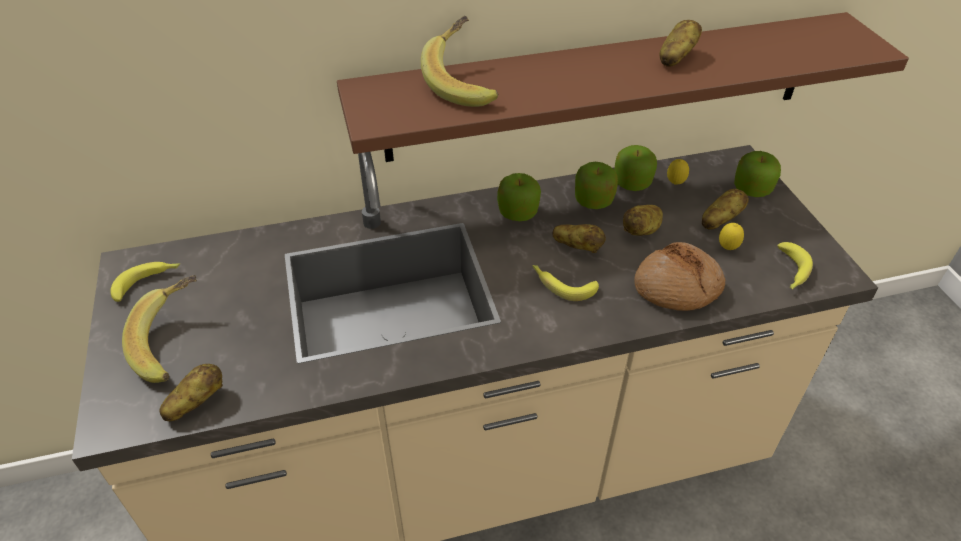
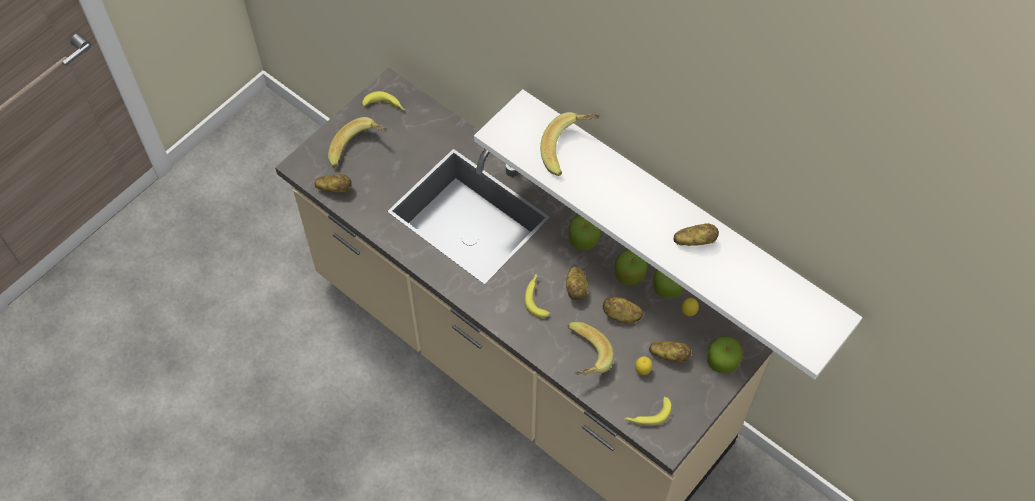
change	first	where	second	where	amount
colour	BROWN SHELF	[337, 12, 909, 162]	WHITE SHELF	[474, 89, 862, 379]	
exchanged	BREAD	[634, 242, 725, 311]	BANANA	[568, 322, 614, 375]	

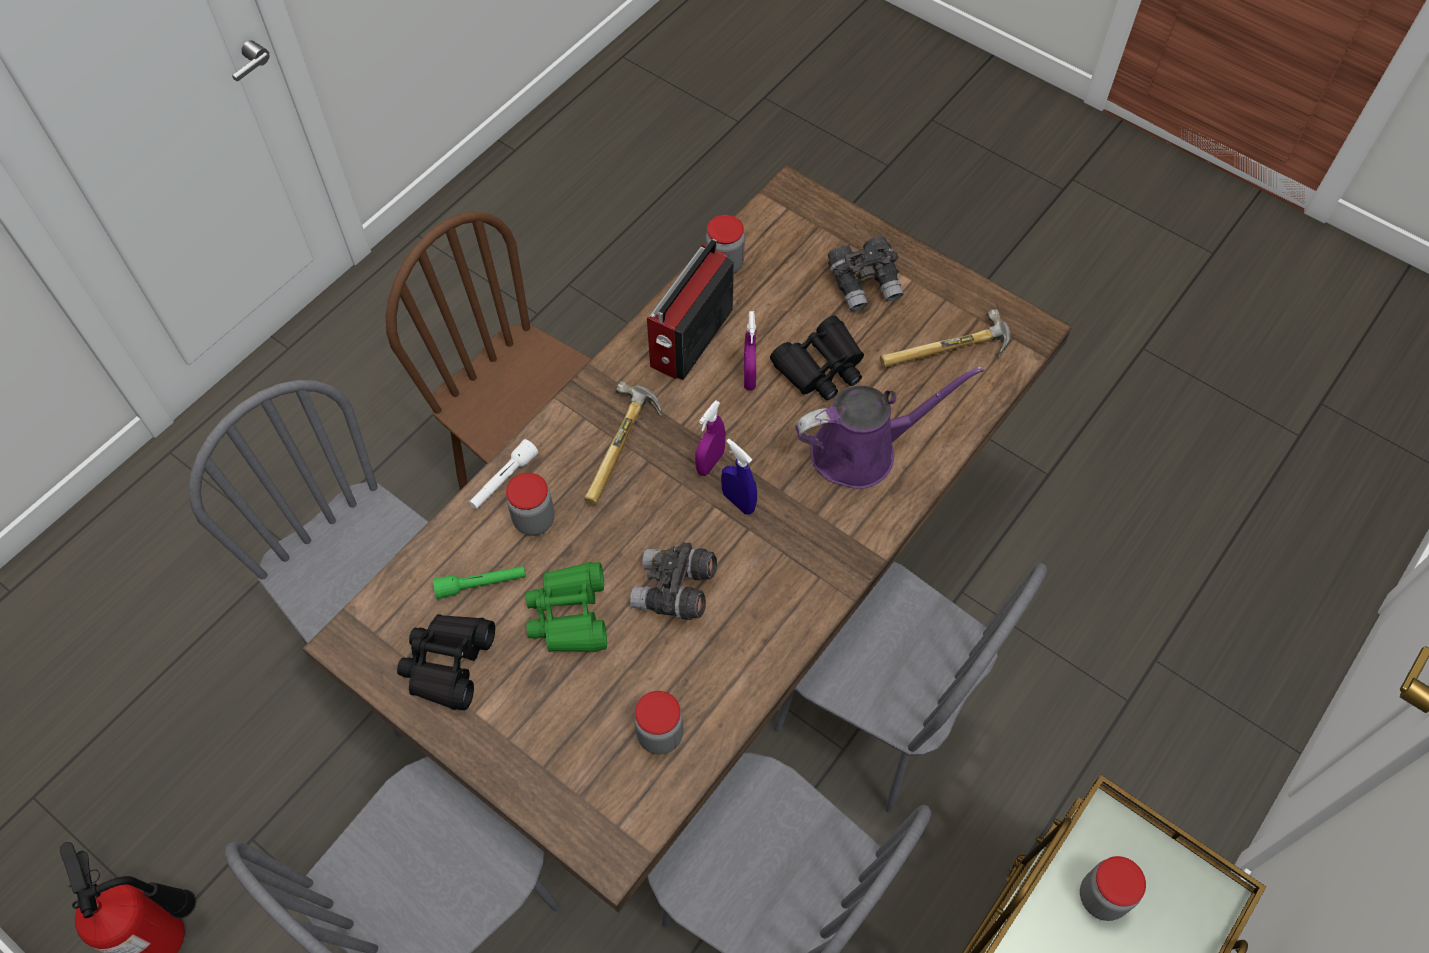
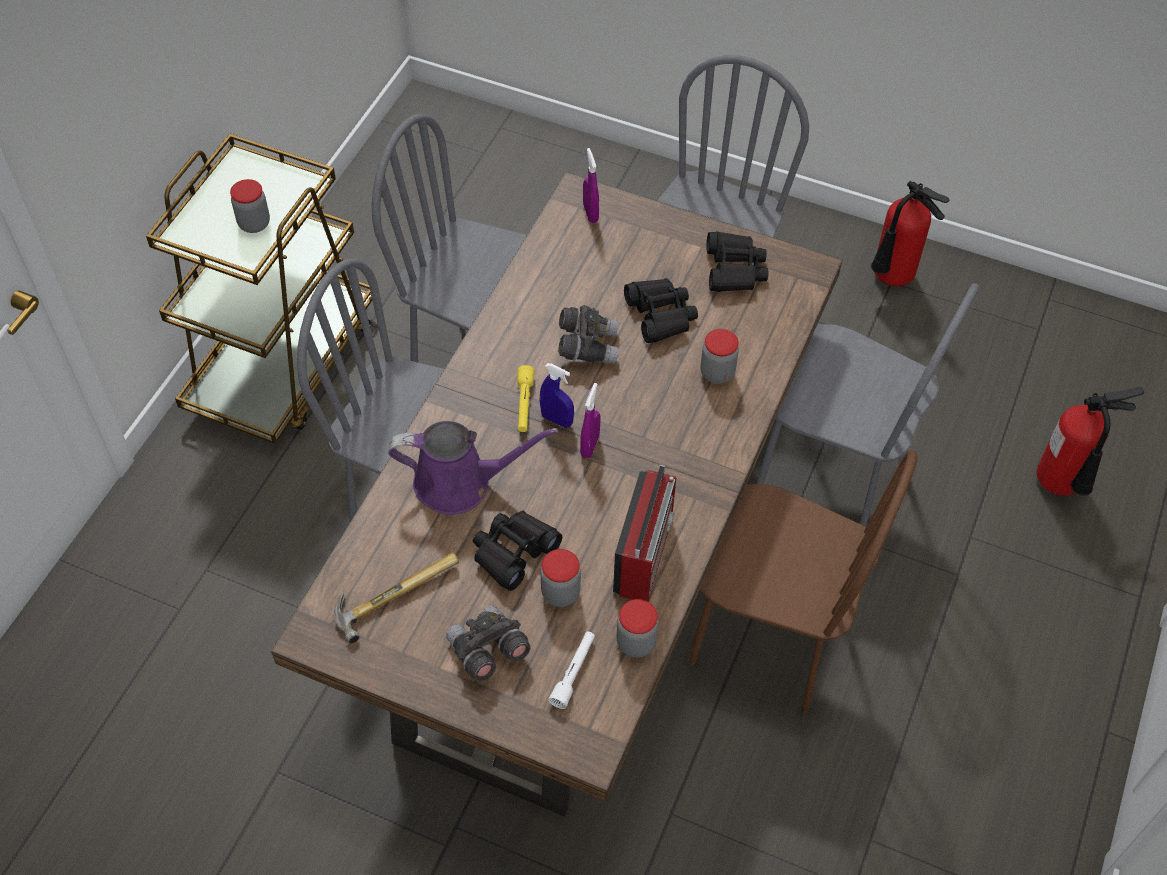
change	first	where	second	where	amount
spun	PURPLE WATERING CAN	[795, 366, 984, 489]		[388, 421, 558, 515]	150 degrees counterclockwise
appeared			YELLOW FLASHLIGHT	[517, 365, 535, 432]	
relocated	JAR	[634, 691, 683, 754]		[541, 549, 581, 607]	
relocated	WHITE FLASHLIGHT	[469, 439, 538, 509]		[548, 631, 595, 709]	
relocated	PURPLE SPRAY BOTTLE	[744, 311, 756, 391]		[583, 148, 599, 223]	
colour	GREEN BINOCULARS	[526, 562, 607, 652]	BLACK BINOCULARS	[624, 278, 698, 343]	
appeared			FIRE EXTINGUISHER	[1037, 387, 1144, 496]	
missing	GREEN FLASHLIGHT	[433, 566, 526, 599]			
missing	HAMMER	[584, 381, 662, 505]			

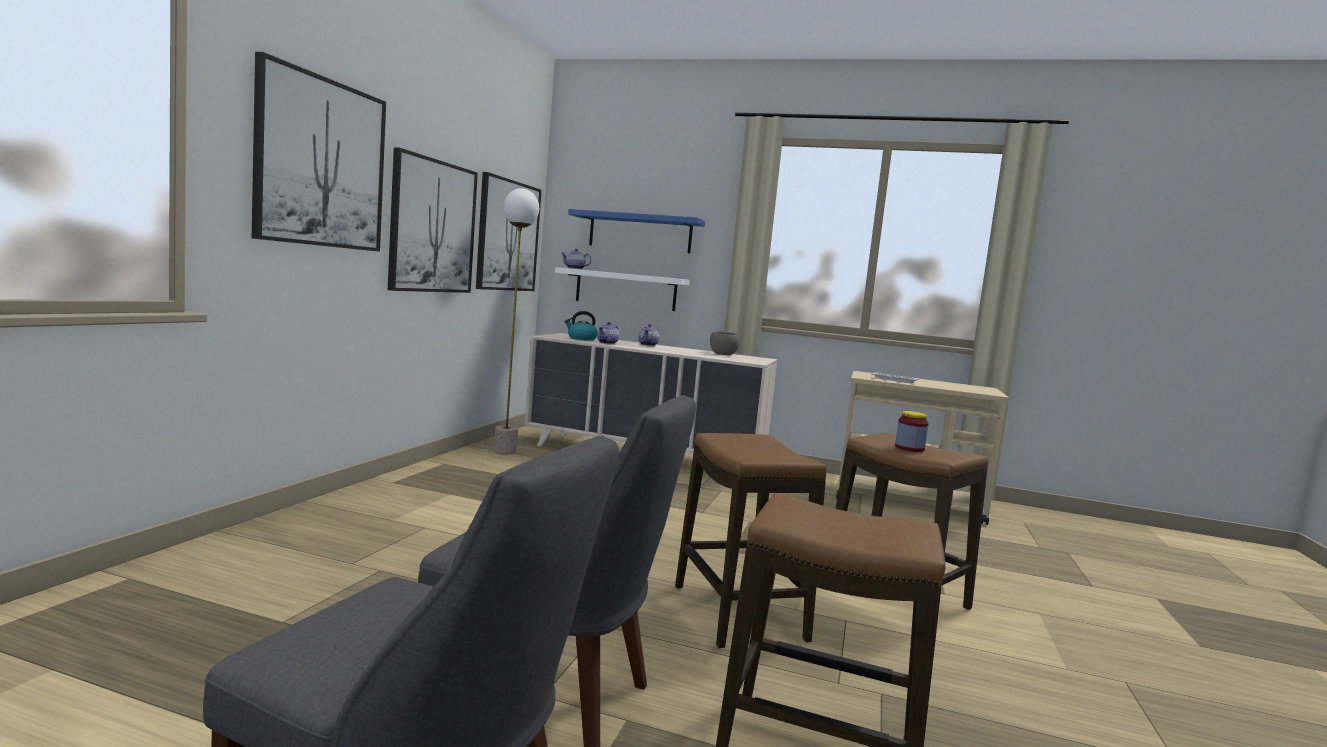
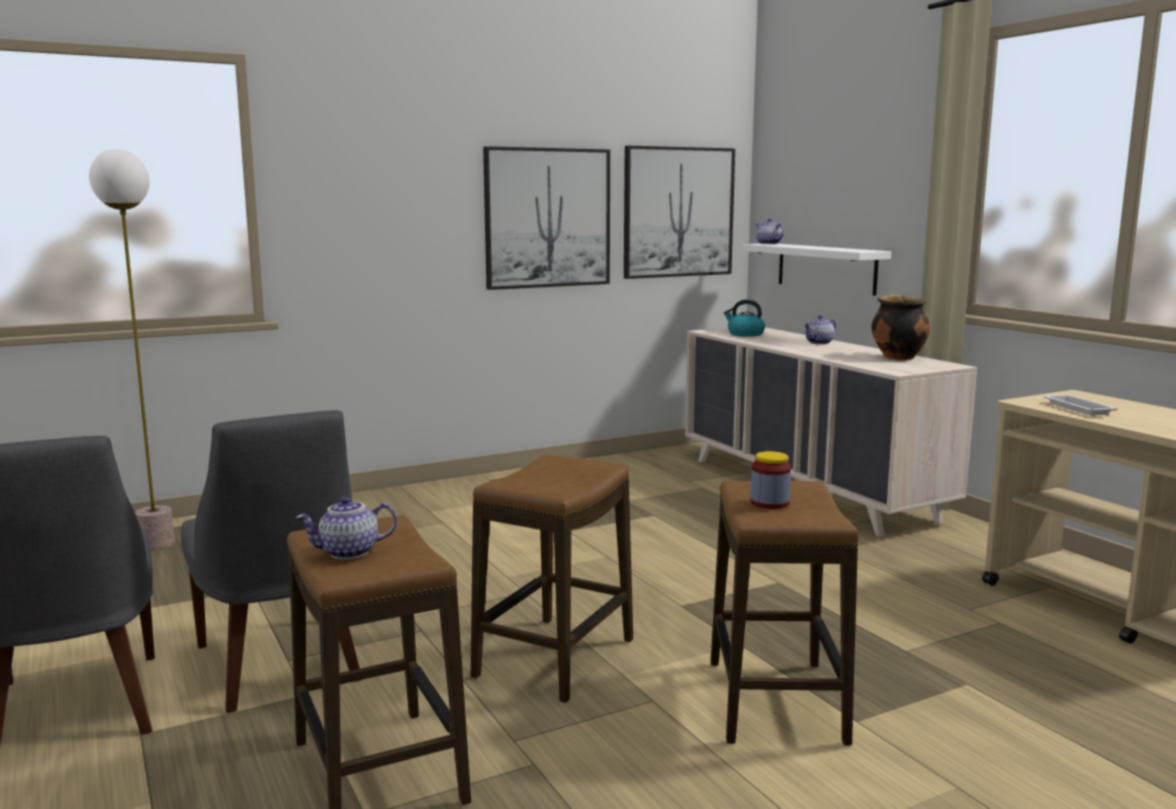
change	first	where	second	where	amount
relocated	FLOOR LAMP	[494, 188, 539, 454]		[89, 149, 175, 551]	
relocated	TEAPOT	[597, 322, 619, 344]		[296, 497, 397, 559]	
exchanged	GREY BOWL	[710, 332, 740, 355]	COOKING POT	[871, 294, 930, 360]	
missing	PICTURE	[252, 52, 386, 252]			
missing	BLUE SHELF	[568, 209, 705, 253]			

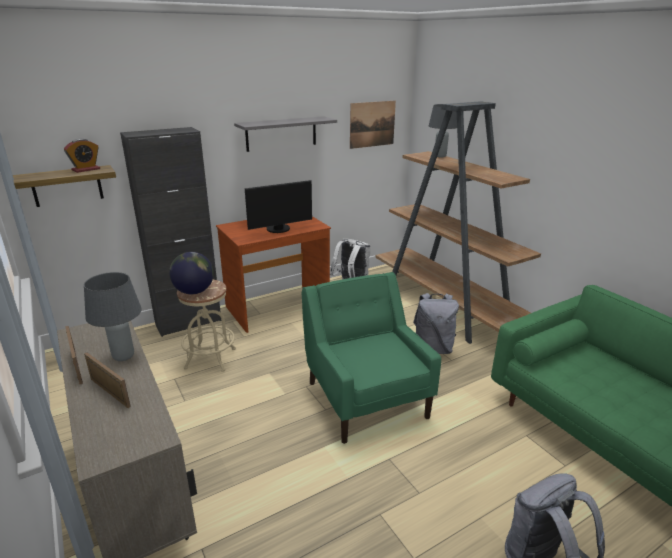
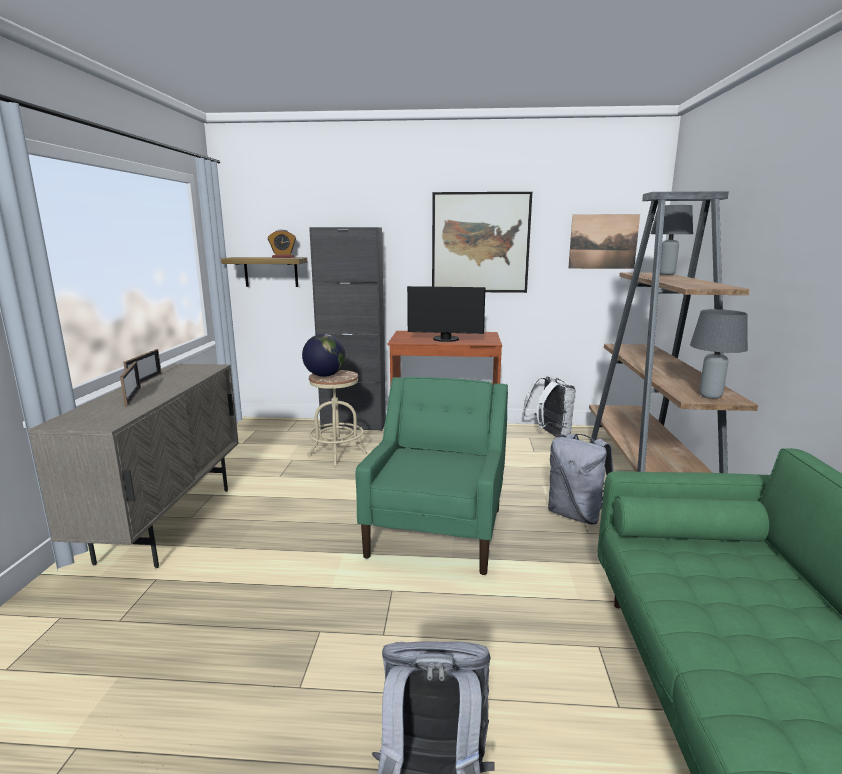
change	first	where	second	where	amount
exchanged	GREY SHELF	[234, 116, 337, 152]	PICTURE	[432, 192, 532, 293]	
relocated	GREY TABLE LAMP	[84, 272, 142, 361]		[690, 309, 748, 399]	

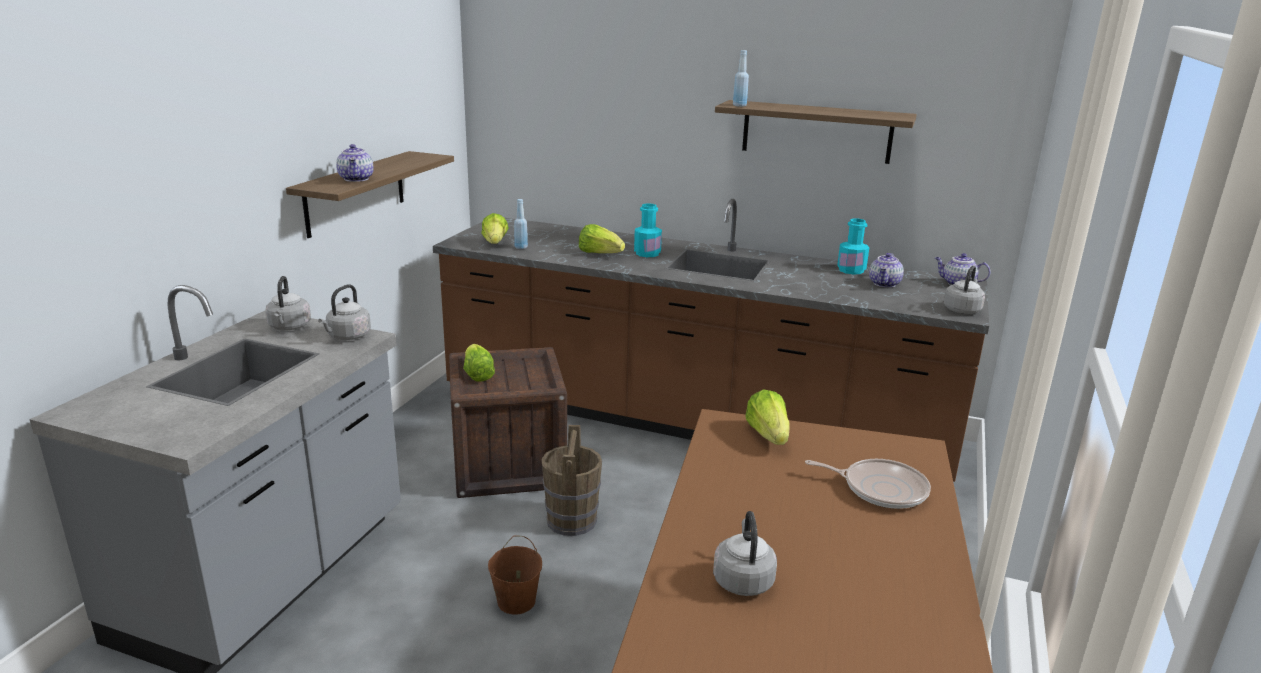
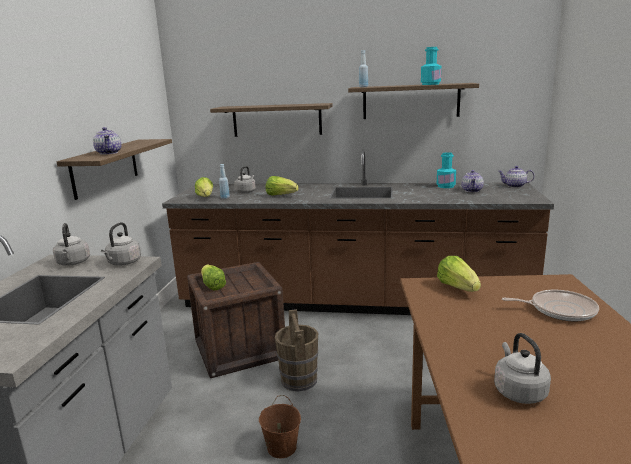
change	first	where	second	where	amount
appeared			SHELF	[210, 103, 333, 137]	
relocated	GREY KETTLE	[944, 265, 985, 314]		[234, 166, 256, 193]	
relocated	TURQUOISE BOTTLE	[634, 203, 662, 257]		[421, 47, 441, 85]	

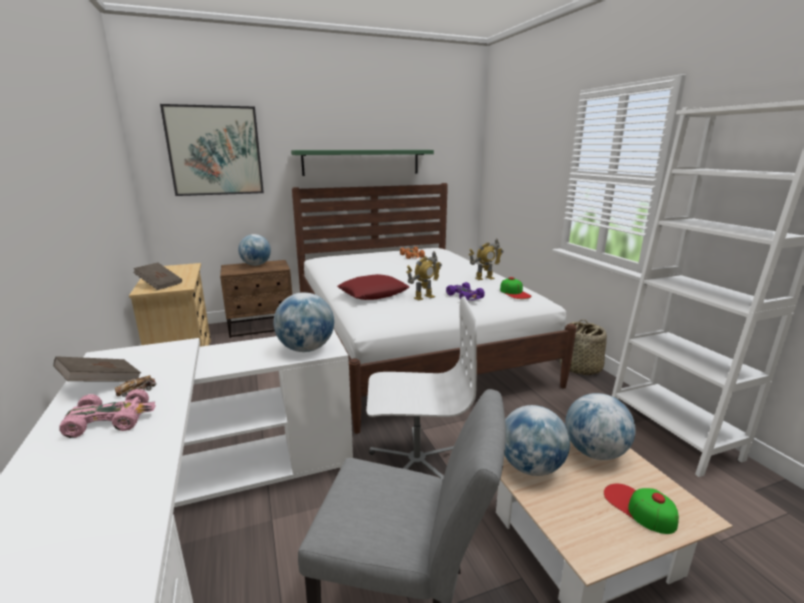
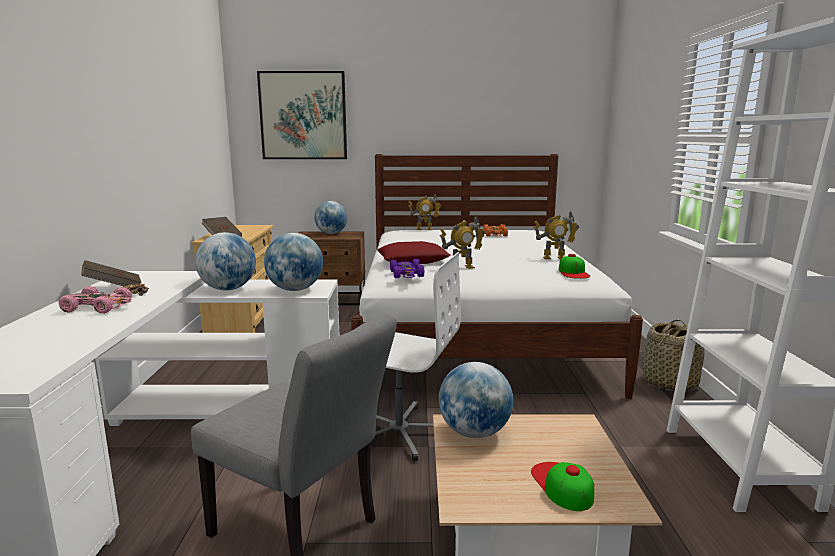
change	first	where	second	where	amount
relocated	GLOBE	[565, 393, 636, 460]		[195, 232, 256, 290]	
relocated	PURPLE TOY CAR	[446, 282, 485, 301]		[390, 259, 424, 278]	
appeared			TOY ROBOT	[408, 194, 441, 230]	
missing	GREEN SHELF	[291, 150, 434, 176]			

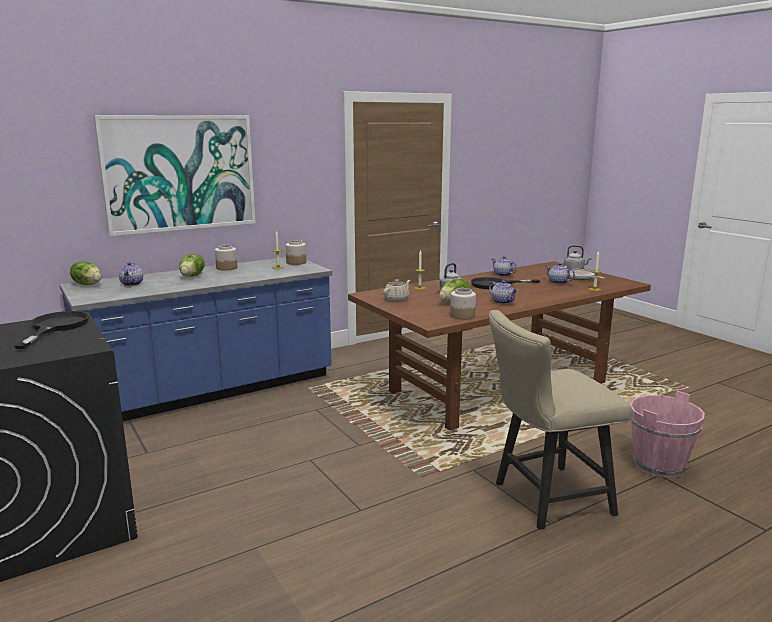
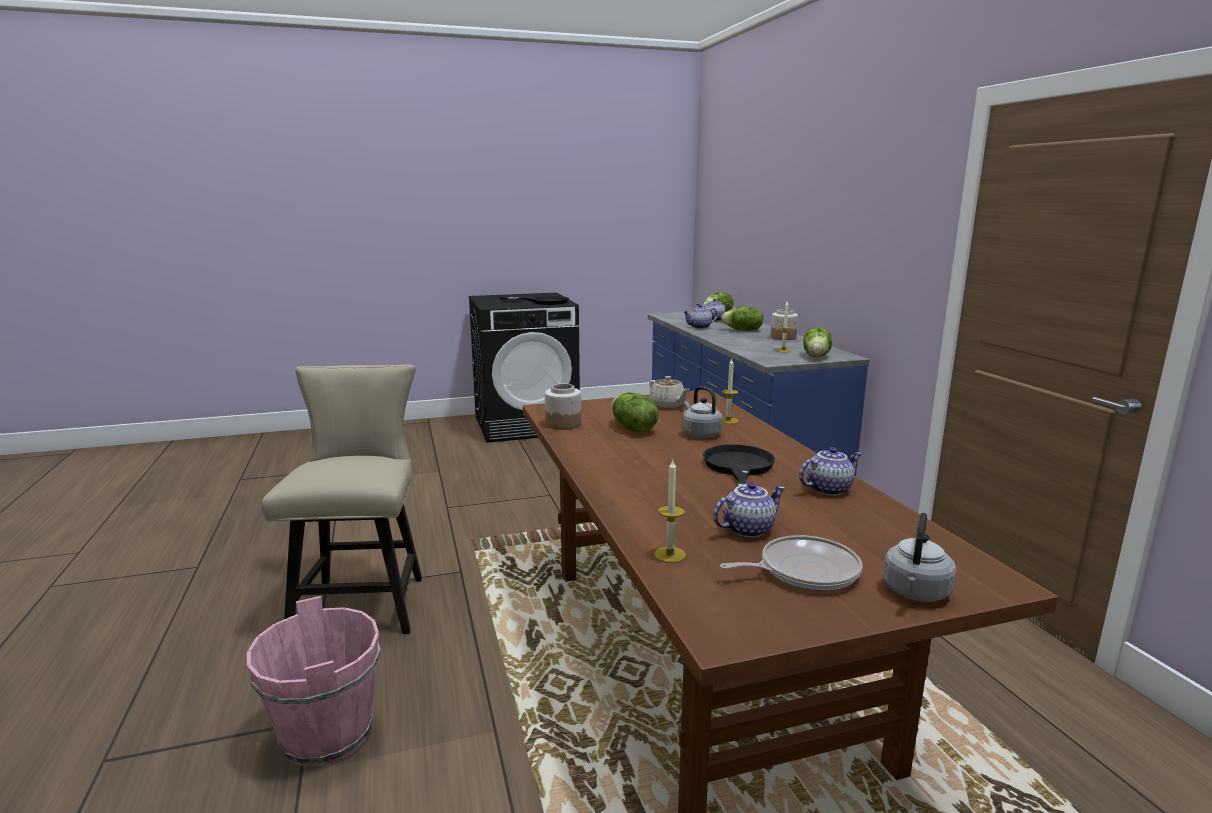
change	first	where	second	where	amount
relocated	TEAPOT	[489, 280, 518, 304]		[683, 304, 718, 329]	
exchanged	JAR	[286, 240, 306, 265]	LETTUCE	[803, 327, 832, 357]	
missing	PICTURE	[93, 115, 255, 236]			

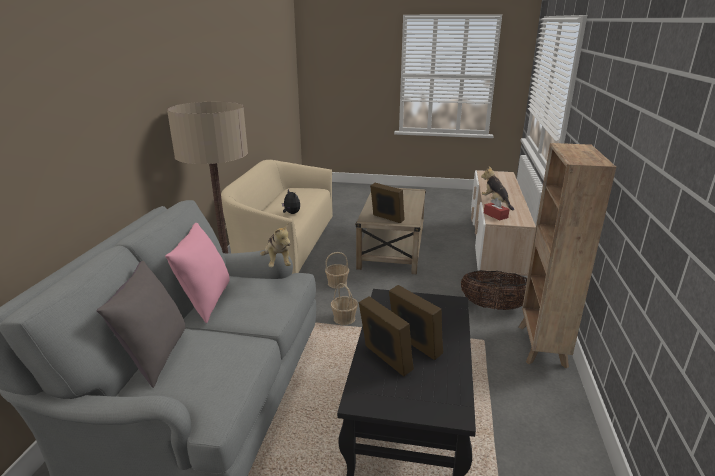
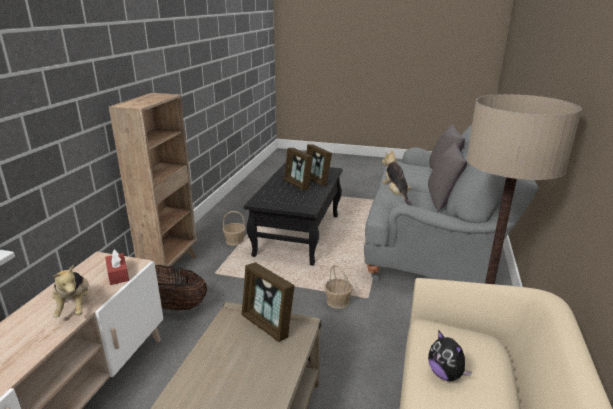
change	first	where	second	where	amount
relocated	BASKET	[325, 252, 349, 289]		[222, 211, 246, 246]	
colour	PINK PILLOW	[165, 223, 230, 323]	GREY PILLOW	[428, 143, 467, 212]	

